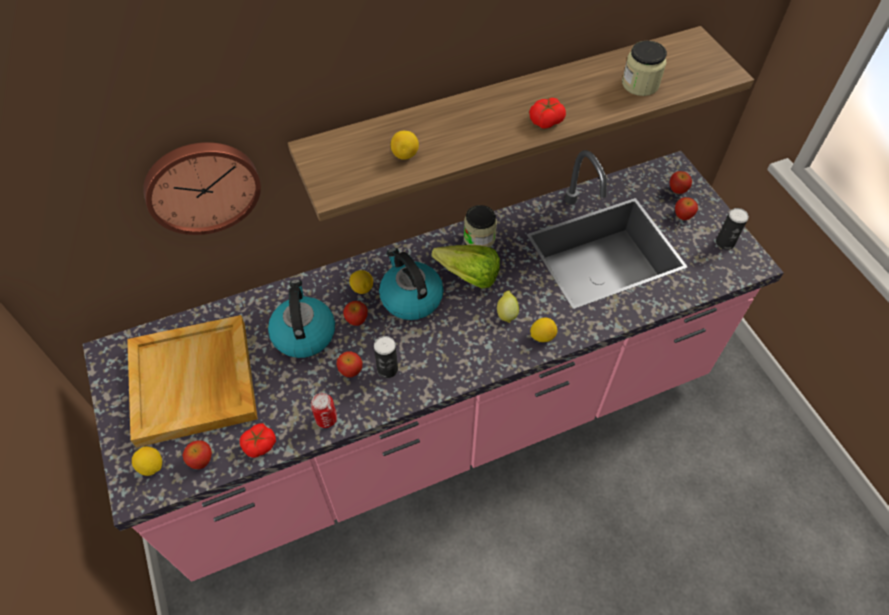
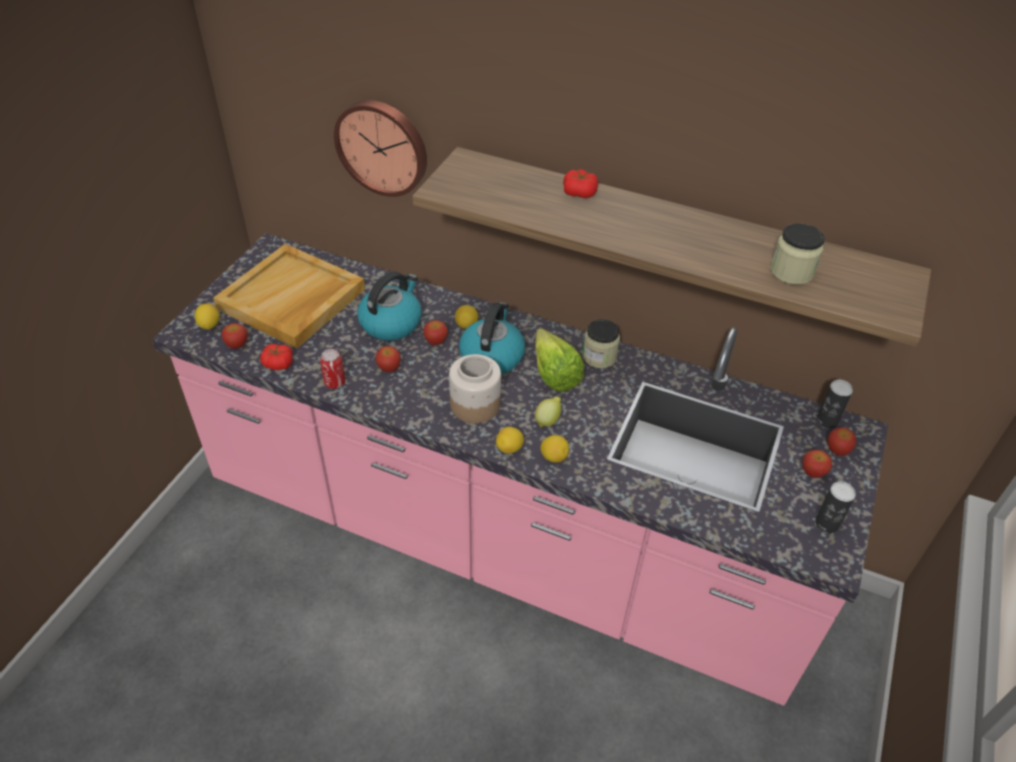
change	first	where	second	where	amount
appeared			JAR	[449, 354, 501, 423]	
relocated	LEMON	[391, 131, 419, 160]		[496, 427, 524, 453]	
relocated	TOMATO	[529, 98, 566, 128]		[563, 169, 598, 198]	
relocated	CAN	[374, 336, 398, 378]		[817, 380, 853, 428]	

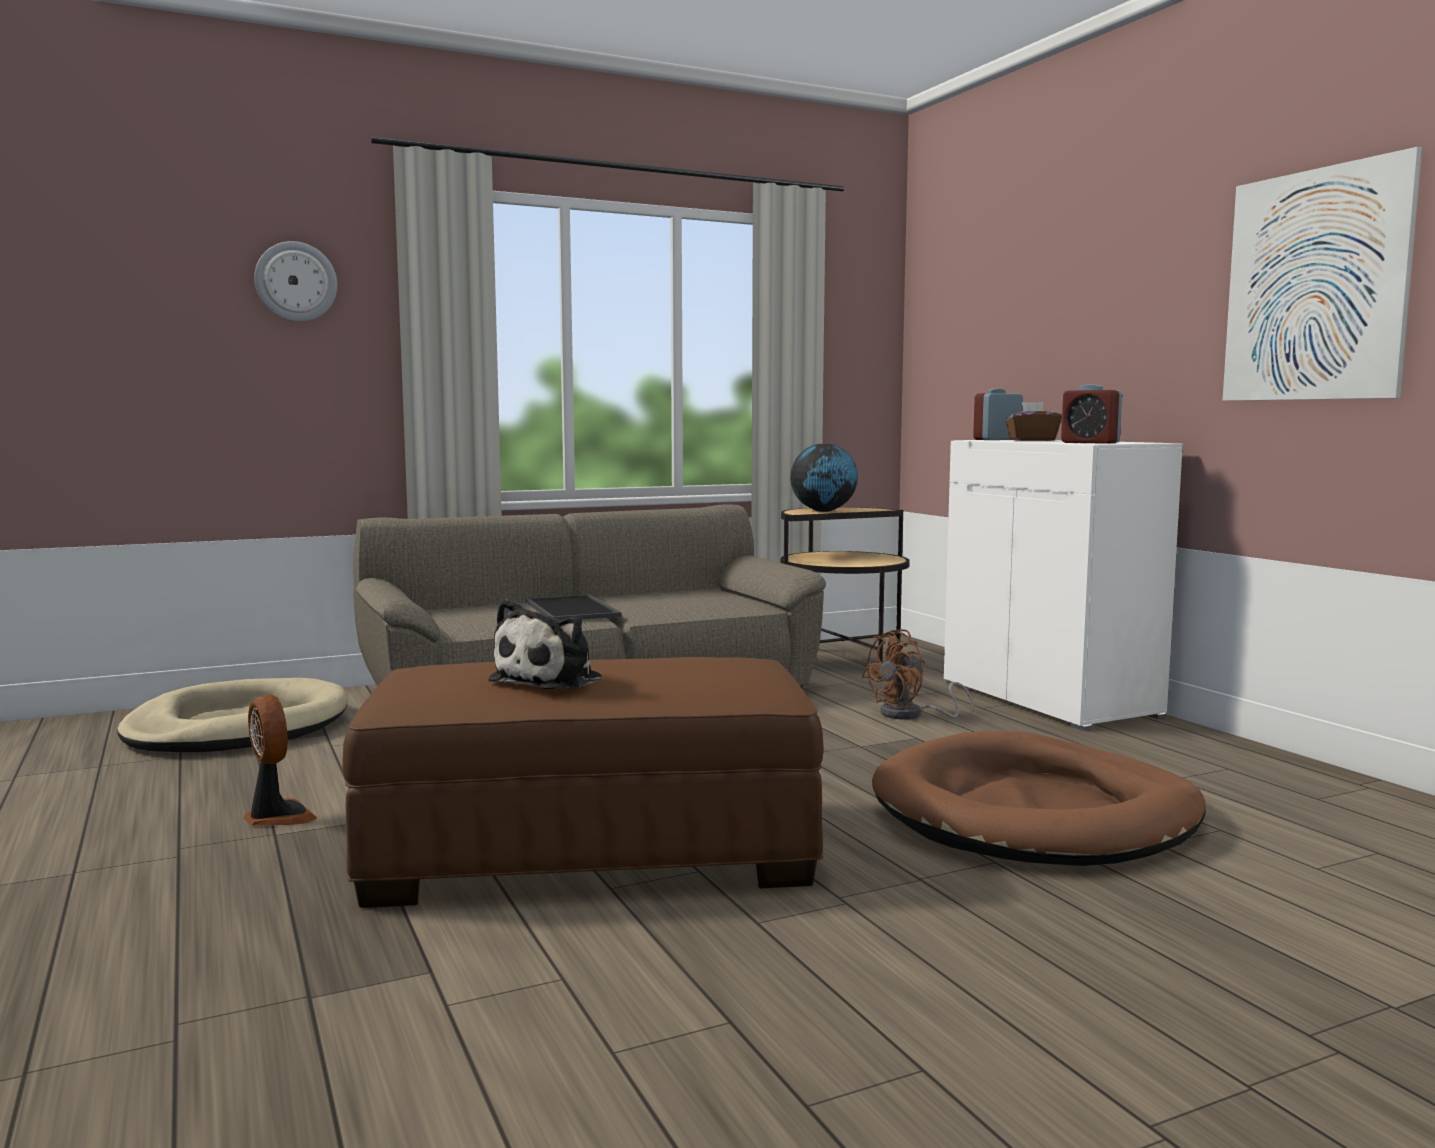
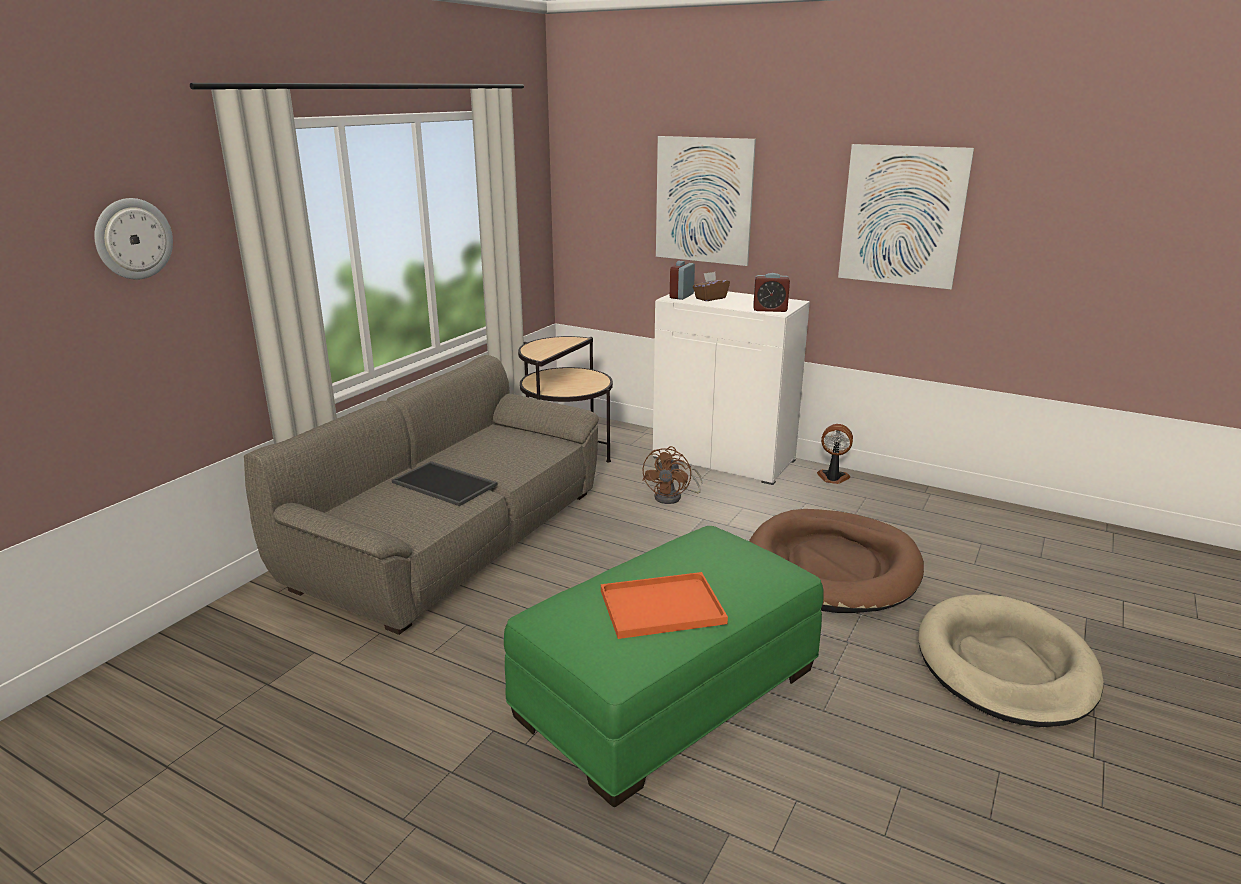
change	first	where	second	where	amount
colour	BROWN OTTOMAN	[342, 657, 824, 908]	GREEN OTTOMAN	[504, 526, 823, 807]	
exchanged	PLUSH TOY	[488, 599, 601, 689]	ORANGE TRAY	[601, 572, 728, 639]	
appeared			PICTURE	[656, 136, 756, 266]	
relocated	FAN	[243, 694, 317, 826]		[817, 424, 853, 484]	
relocated	BEIGE DOG BED	[117, 678, 348, 752]		[918, 595, 1104, 727]	
missing	GLOBE	[790, 444, 858, 512]			

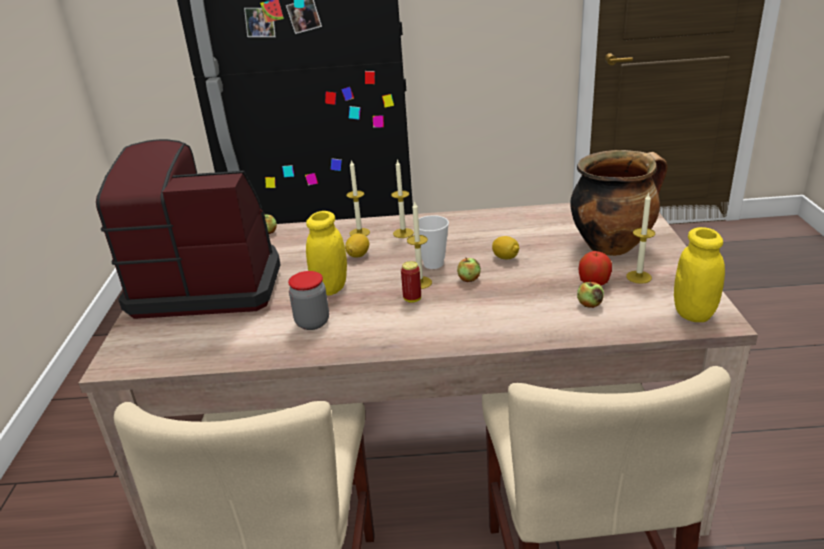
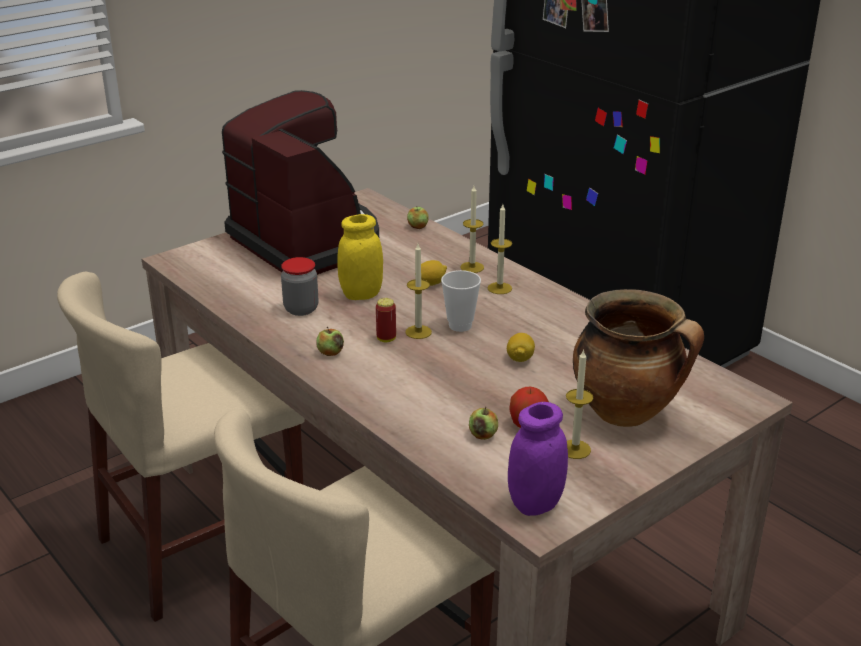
change	first	where	second	where	amount
relocated	APPLE	[457, 257, 481, 282]		[316, 327, 344, 356]	
colour	YELLOW JAR	[674, 227, 725, 322]	PURPLE JAR	[508, 402, 568, 516]	

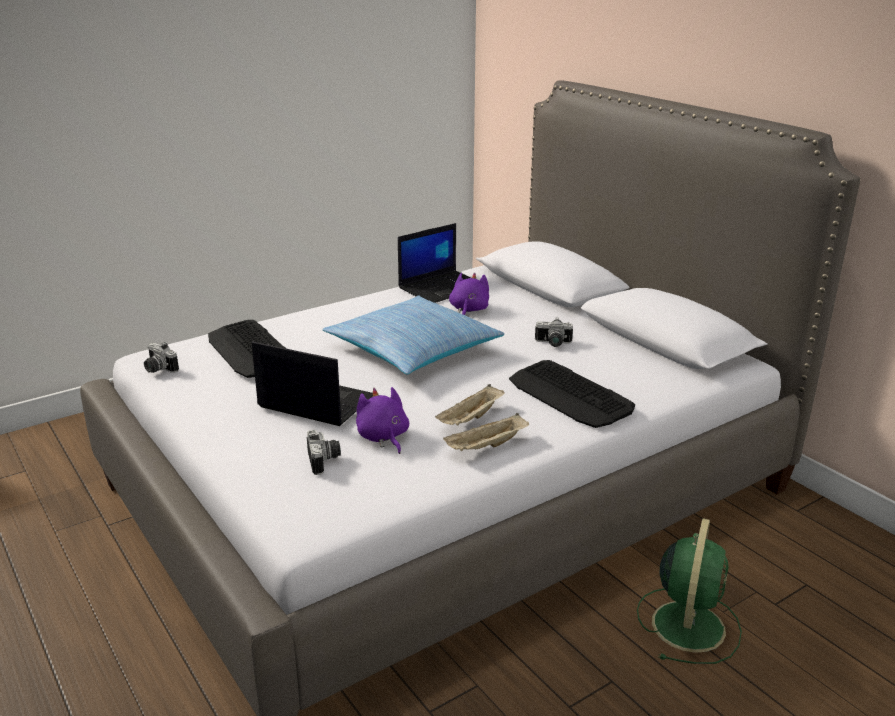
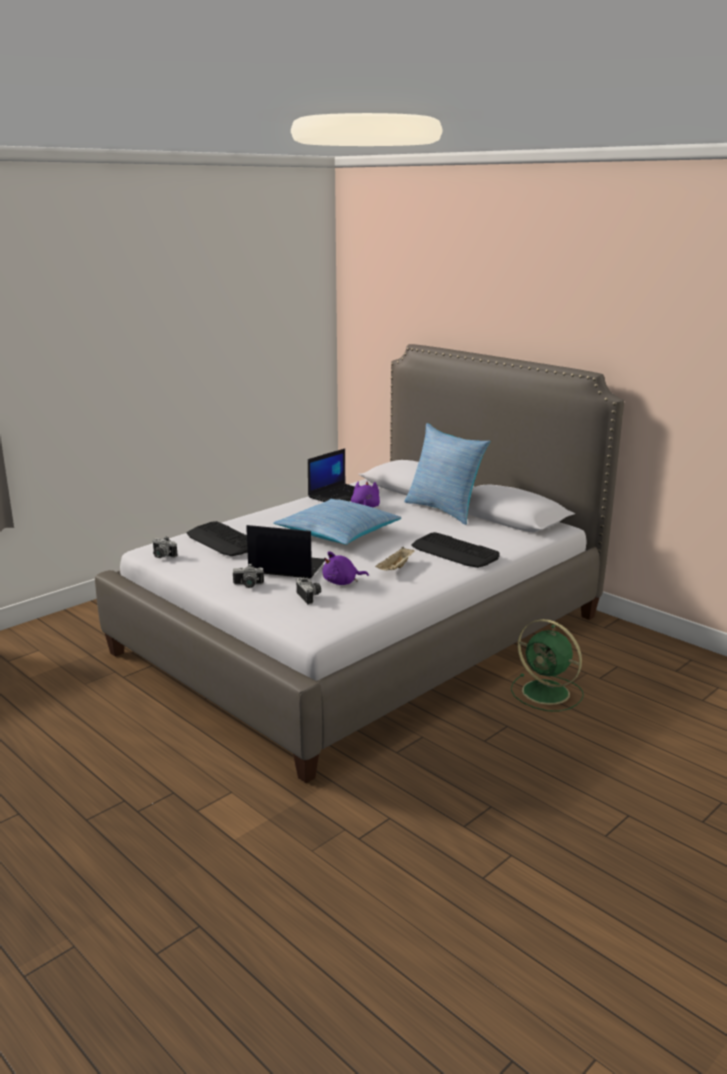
change	first	where	second	where	amount
relocated	PHOTO CAMERA	[535, 318, 573, 347]		[233, 564, 264, 588]	
spun	PURPLE PLUSH TOY	[356, 387, 409, 454]		[322, 551, 369, 585]	75 degrees counterclockwise
appeared			PILLOW	[404, 423, 490, 525]	
spun	GREEN FAN	[637, 518, 742, 664]		[511, 619, 584, 712]	120 degrees clockwise
missing	BEIGE TRAY	[443, 413, 529, 451]			

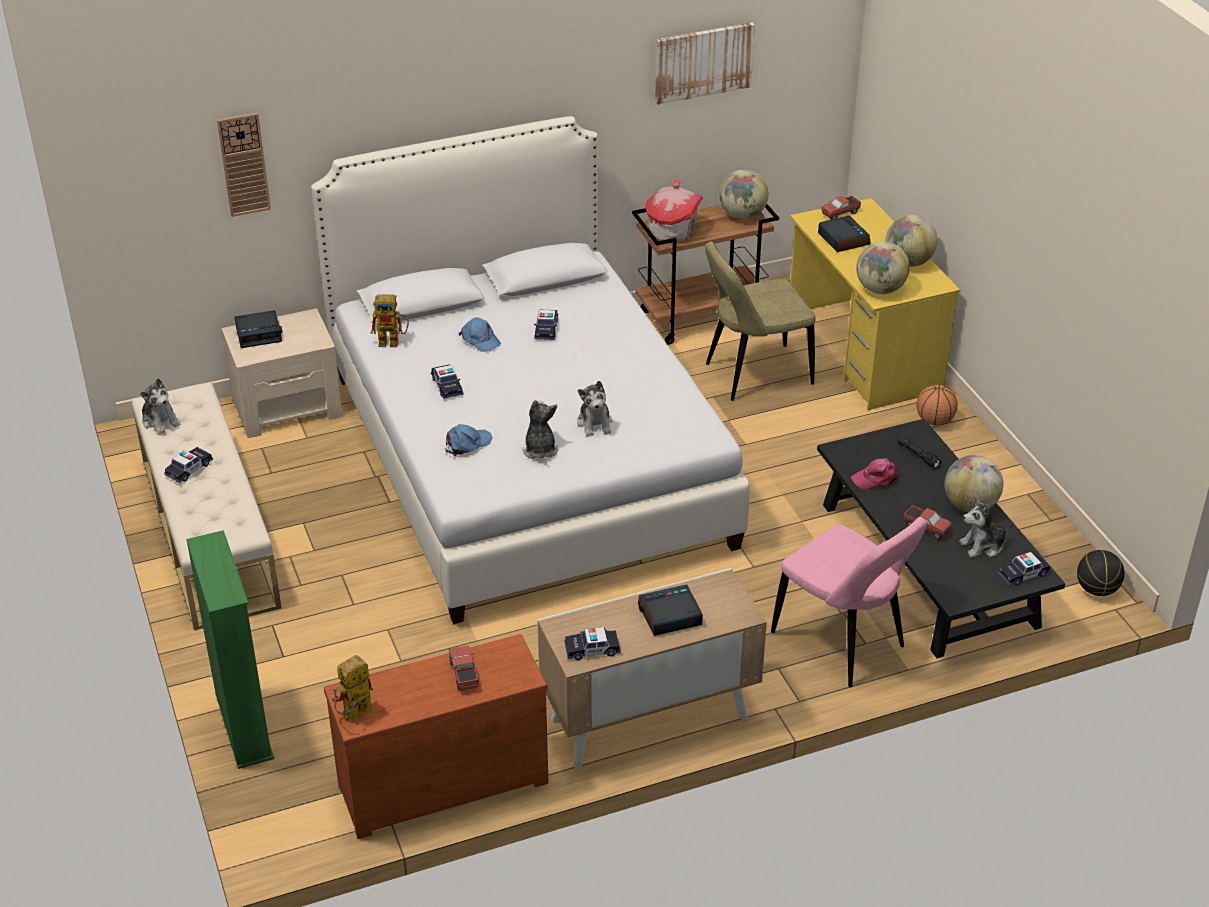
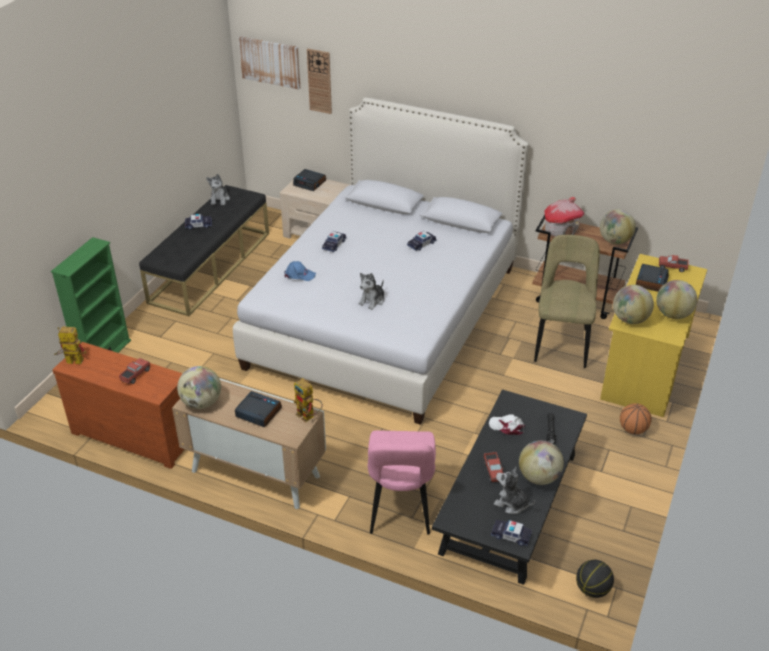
change	first	where	second	where	amount
colour	BEIGE BENCH	[132, 382, 282, 631]	BLACK BENCH	[139, 185, 269, 316]	
exchanged	TOY CAR	[564, 627, 621, 660]	GLOBE	[177, 366, 221, 409]	
relocated	PICTURE	[655, 23, 755, 105]		[239, 36, 300, 90]	
relocated	TOY ROBOT	[370, 295, 409, 347]		[293, 378, 323, 422]	
colour	PINK CAP	[851, 458, 899, 489]	WHITE CAP	[489, 414, 525, 435]	
spun	BEIGE CHAIR	[705, 241, 816, 401]		[534, 235, 600, 368]	75 degrees clockwise
missing	BLUE CAP	[459, 317, 501, 352]			
missing	PLUSH TOY	[522, 400, 558, 459]			

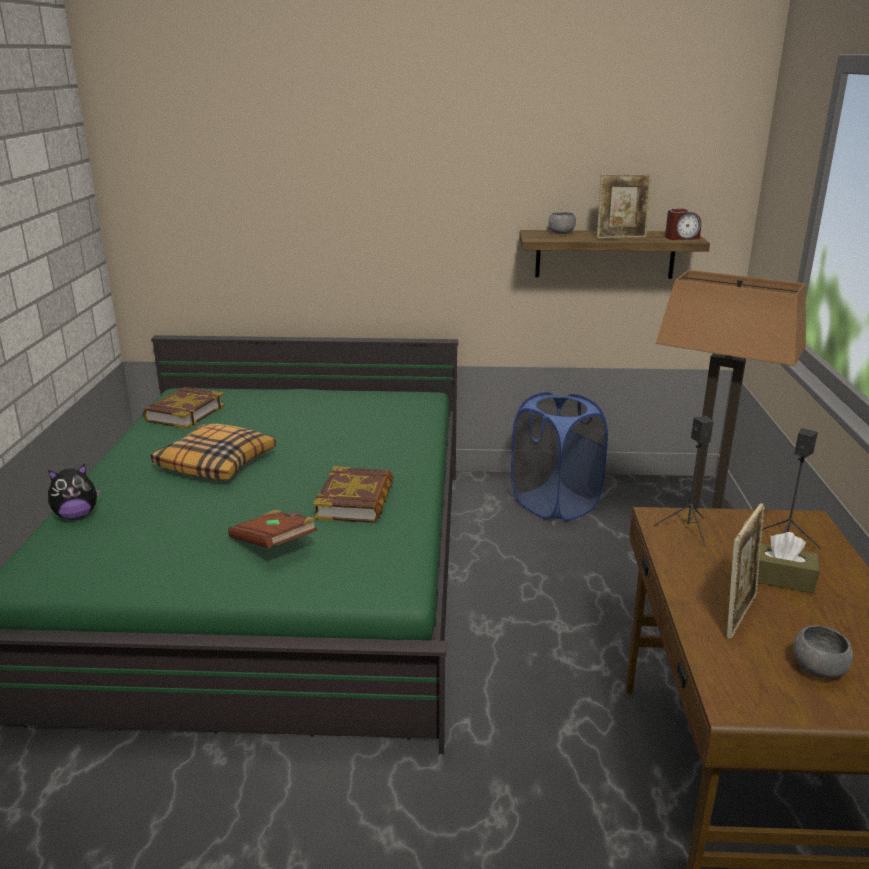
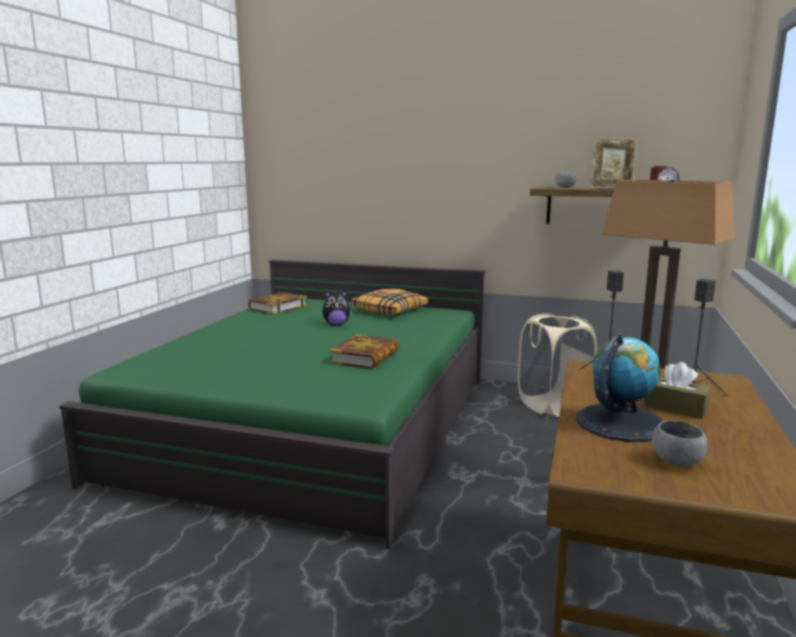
change	first	where	second	where	amount
relocated	PLUSH TOY	[48, 464, 100, 519]		[323, 291, 352, 325]	
relocated	PILLOW	[151, 424, 276, 479]		[351, 289, 428, 315]	
colour	BLUE LAUNDRY BASKET	[511, 392, 608, 521]	BEIGE LAUNDRY BASKET	[518, 313, 597, 417]	
exchanged	PICTURE FRAME	[727, 503, 765, 639]	GLOBE	[576, 333, 663, 442]	
missing	BROWN BOOK	[228, 510, 317, 548]			

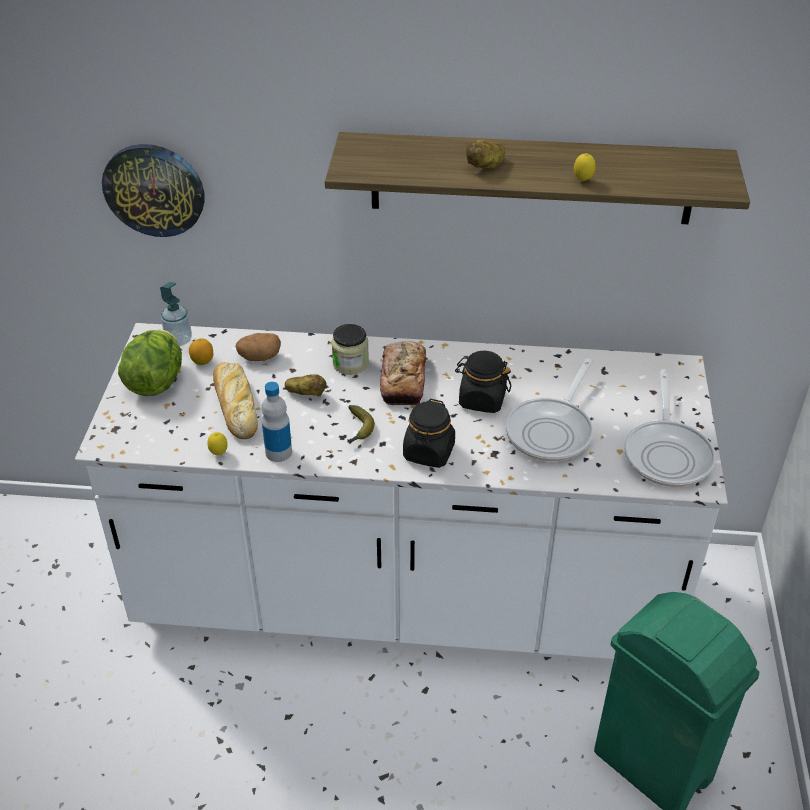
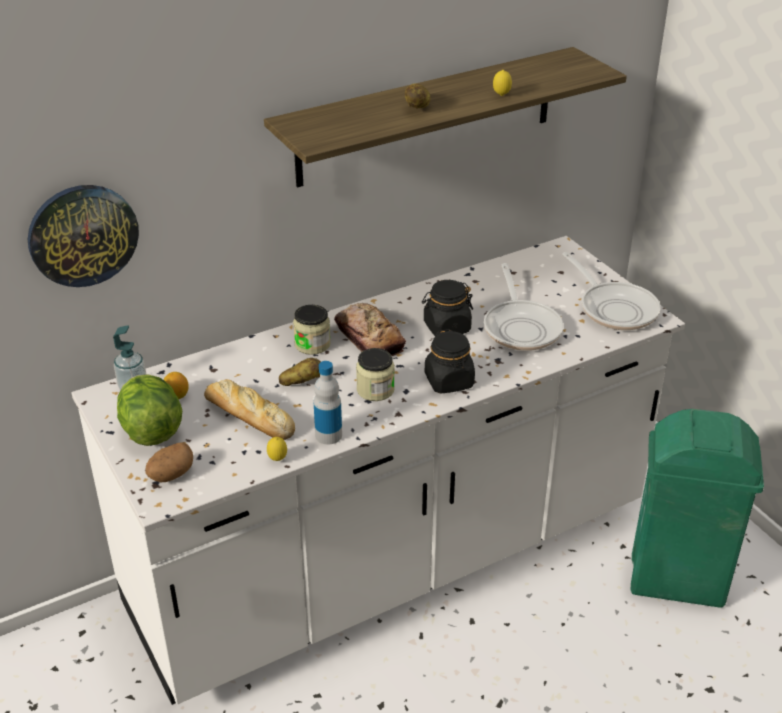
change	first	where	second	where	amount
relocated	POTATO	[235, 333, 281, 361]		[145, 442, 193, 482]	
exchanged	BANANA	[347, 405, 375, 444]	JAR	[356, 348, 395, 401]	

